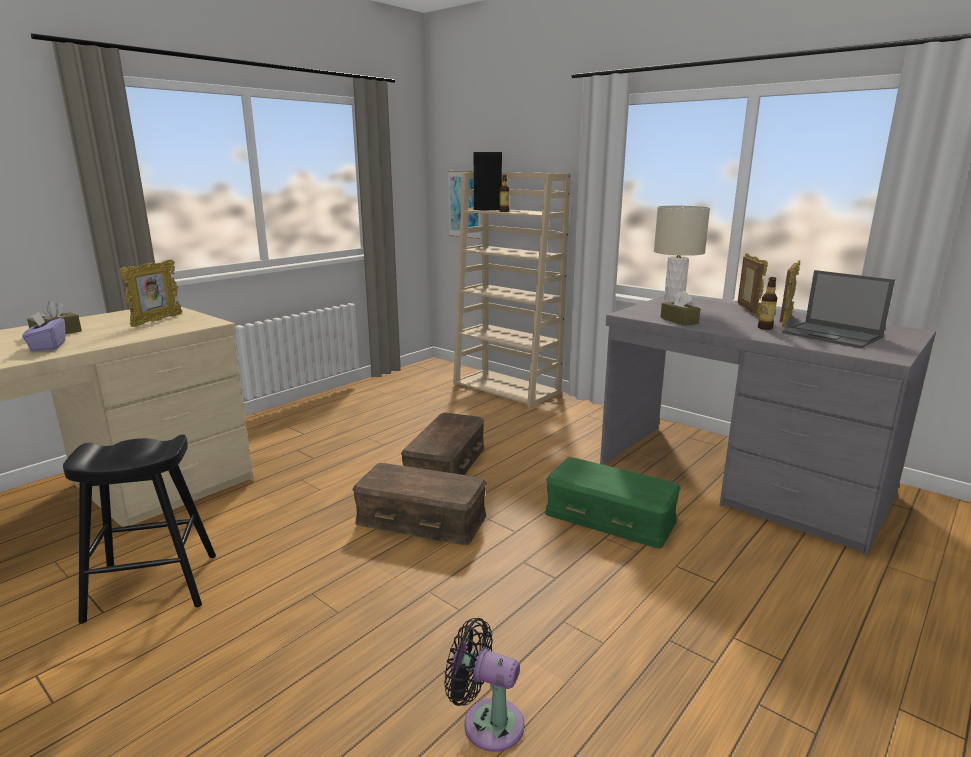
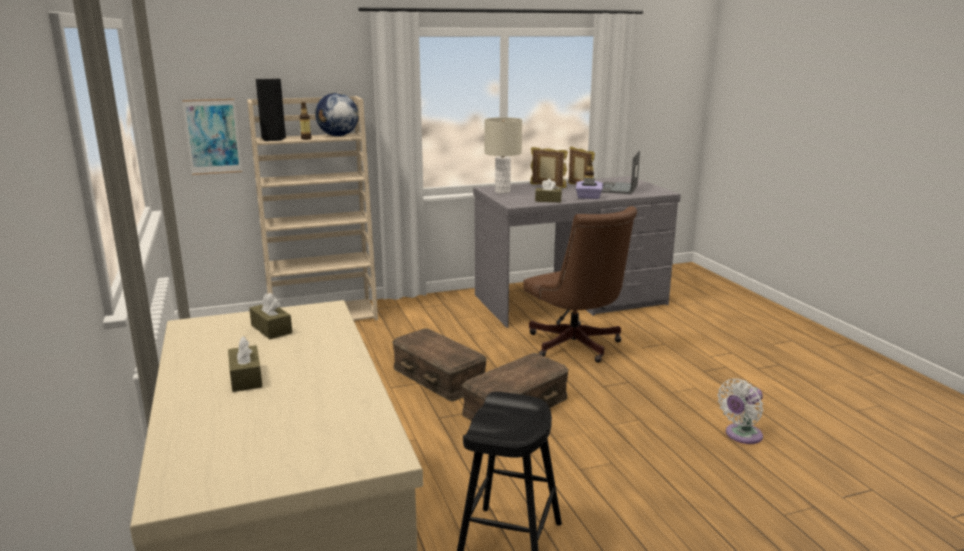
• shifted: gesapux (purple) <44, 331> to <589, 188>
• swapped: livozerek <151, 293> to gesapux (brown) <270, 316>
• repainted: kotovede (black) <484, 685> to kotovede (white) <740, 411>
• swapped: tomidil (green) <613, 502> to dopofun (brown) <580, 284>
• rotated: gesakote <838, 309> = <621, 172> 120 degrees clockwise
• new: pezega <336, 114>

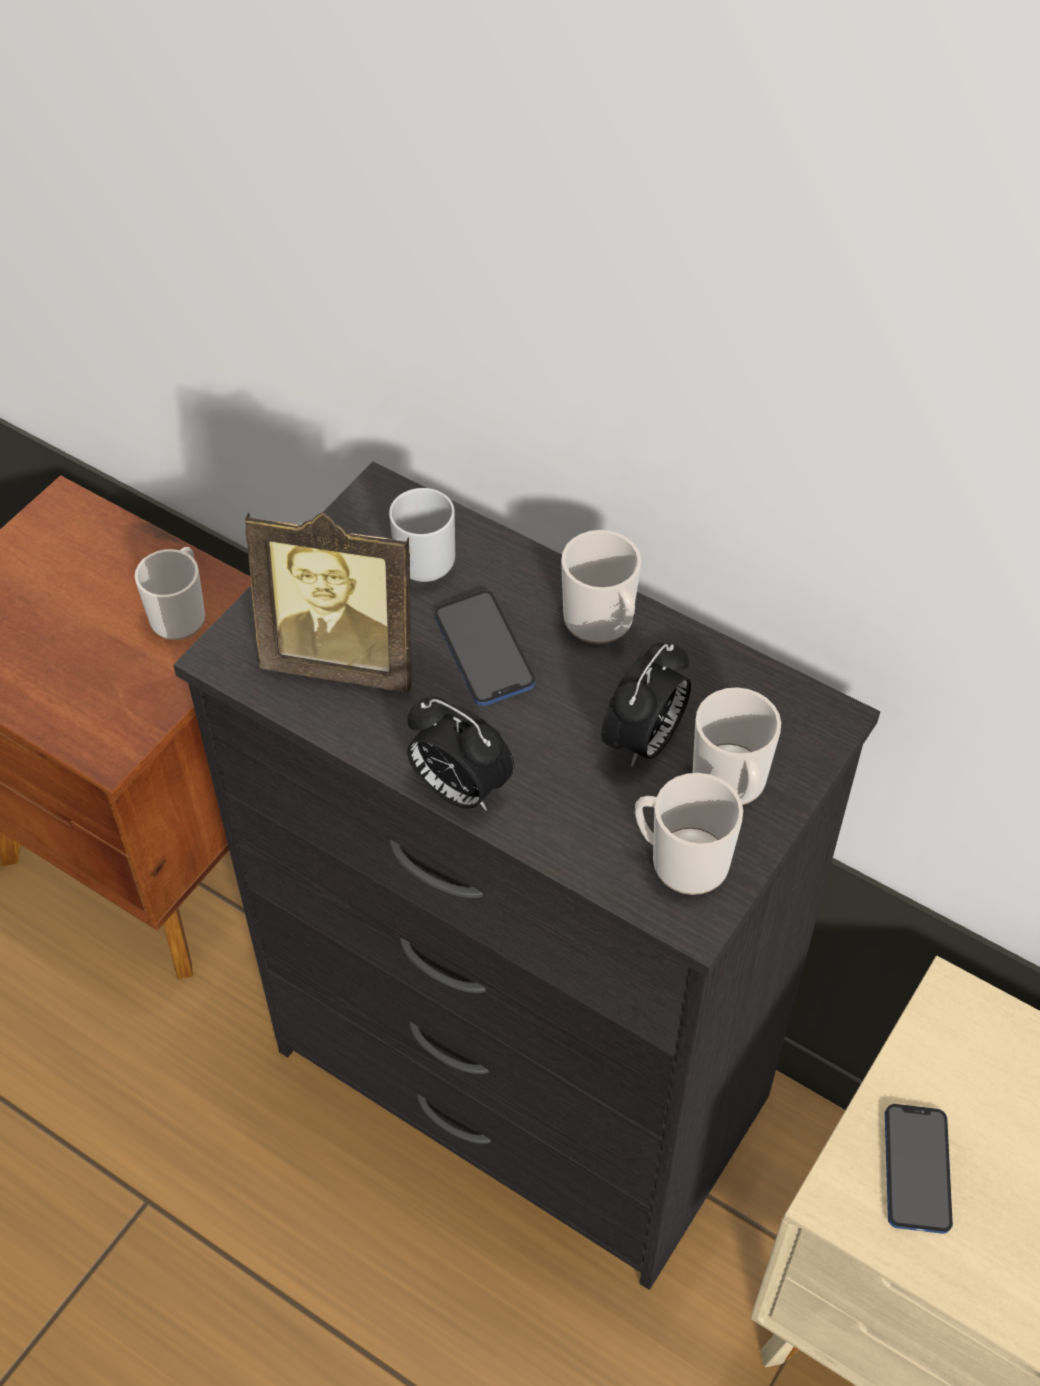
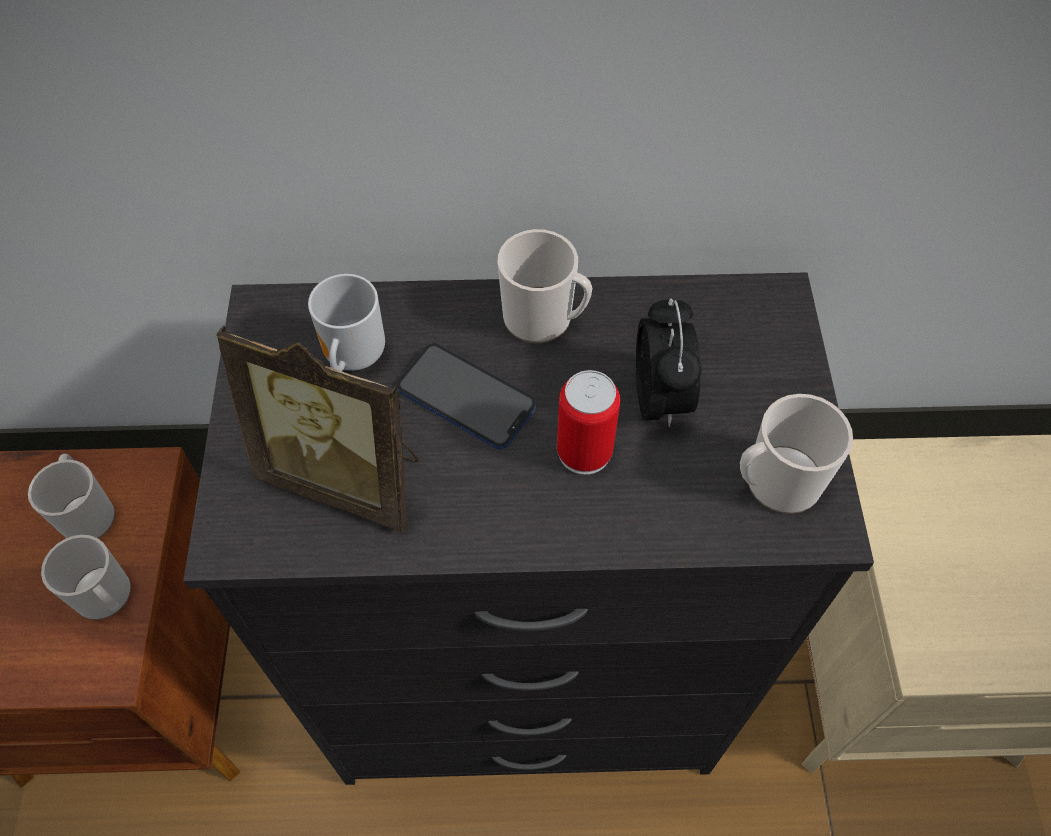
• rotated: livozerek <328, 602> = <317, 428> 45 degrees clockwise
• gone: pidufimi <461, 754>
• shifted: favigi <736, 746> to <86, 577>
• gone: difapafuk <919, 1169>
• new: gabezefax <588, 422>

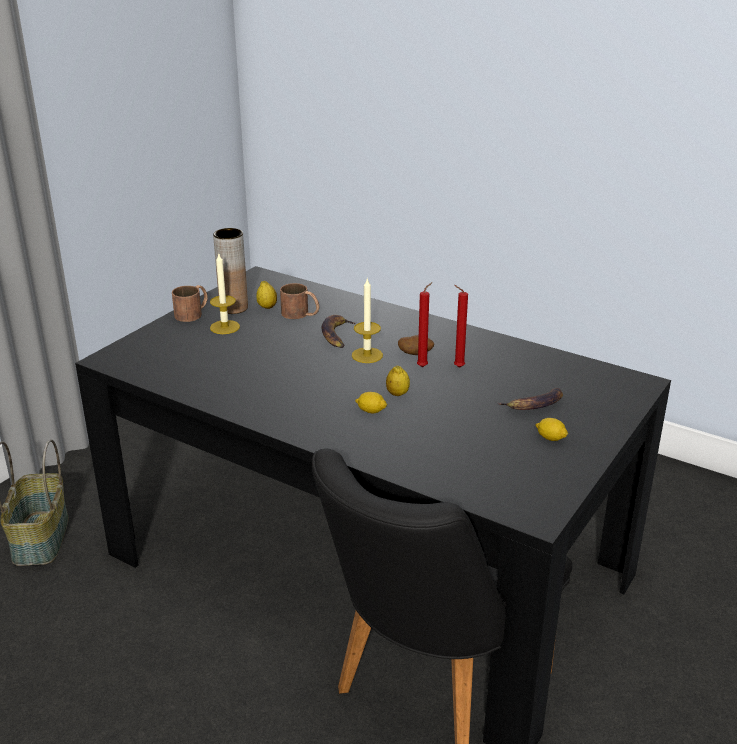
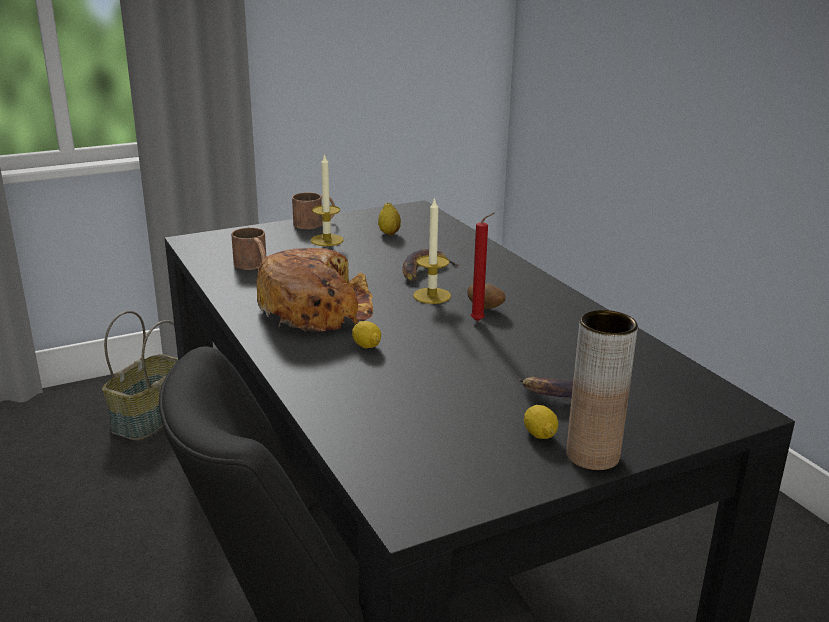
• shifted: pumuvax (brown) <230, 271> to <602, 390>
• shifted: favigi (brown) <299, 301> to <248, 249>
• gone: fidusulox <398, 381>
• gone: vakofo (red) <461, 326>
• new: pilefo <315, 290>

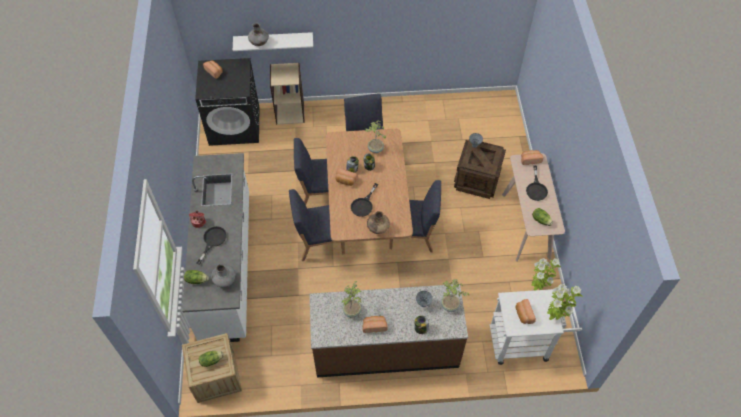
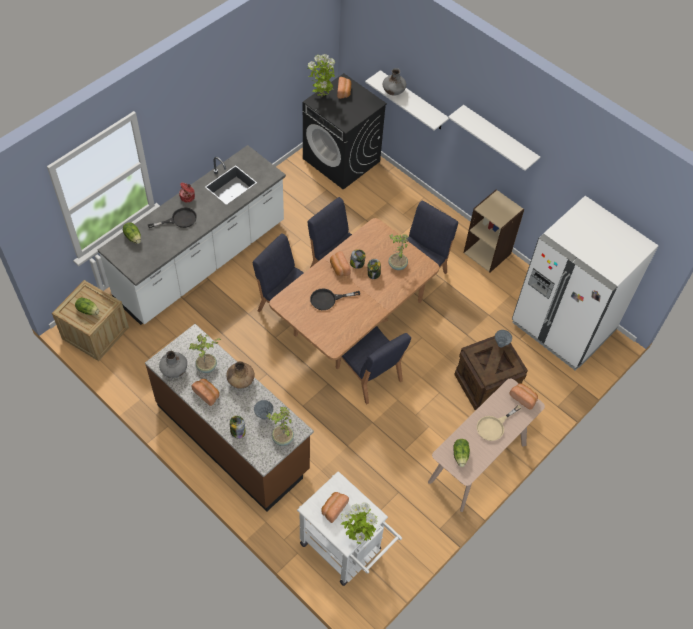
• shifted: pumuvax (grey) <223, 275> to <173, 364>
• shifted: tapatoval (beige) <287, 94> to <494, 230>
• shifted: pumuvax (brown) <378, 222> to <240, 375>
• repainted: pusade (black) <537, 183> to pusade (beige) <499, 423>
• shifted: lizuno <546, 274> to <321, 75>
• new: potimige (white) <494, 138>
• new: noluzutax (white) <585, 283>

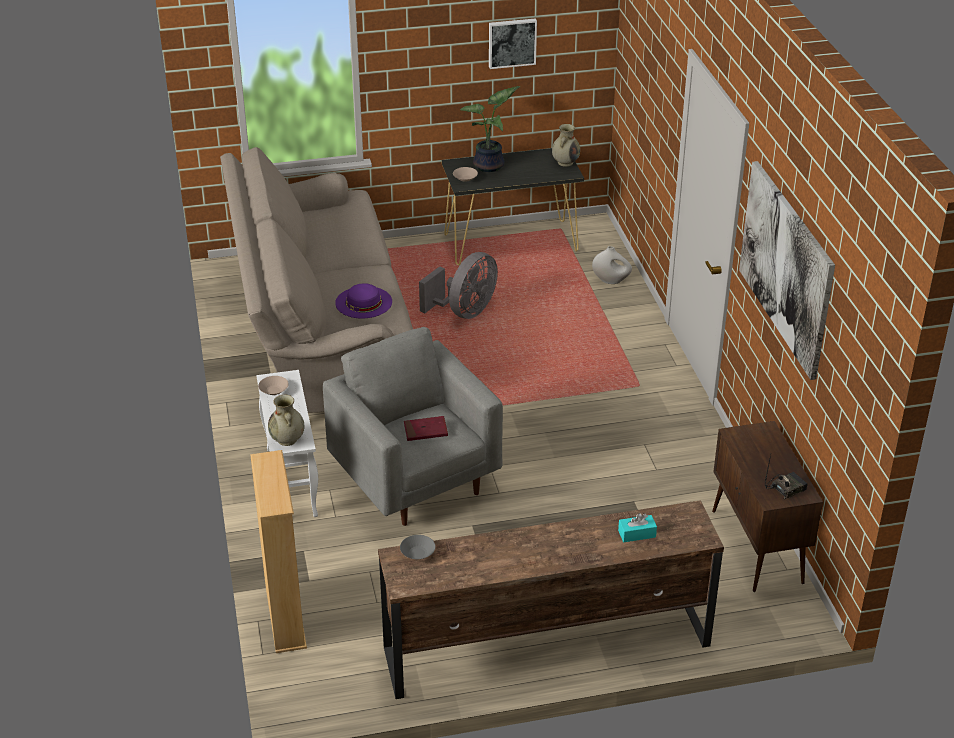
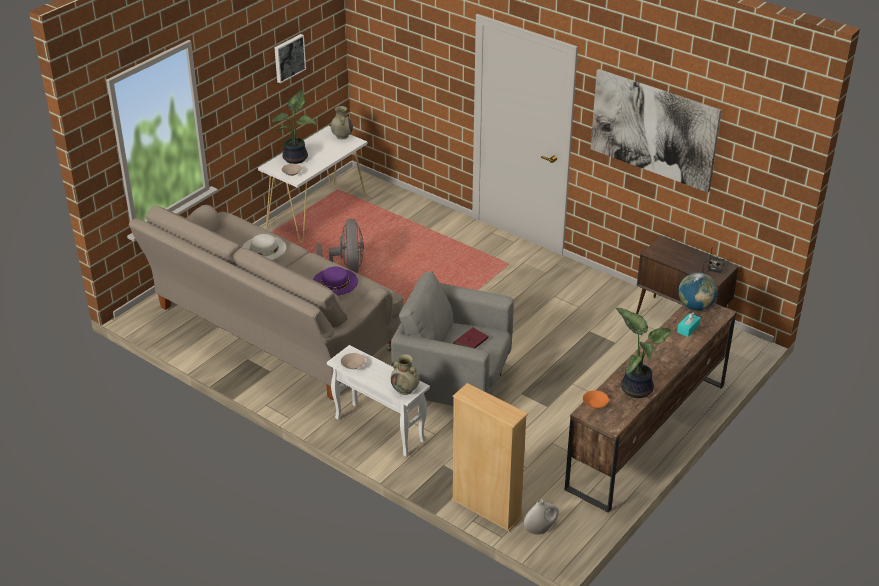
• repainted: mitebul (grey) <417, 547> to mitebul (orange) <596, 399>
• repainted: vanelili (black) <513, 207> to vanelili (white) <312, 184>
• shifted: pumuvax (white) <612, 265> to <541, 517>
• new: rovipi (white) <264, 247>
• new: lizuno <644, 353>
• new: pezega <698, 291>

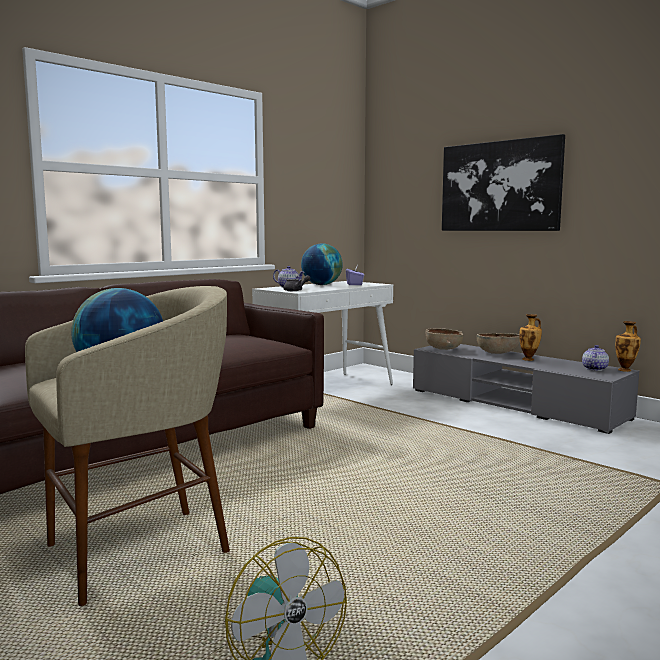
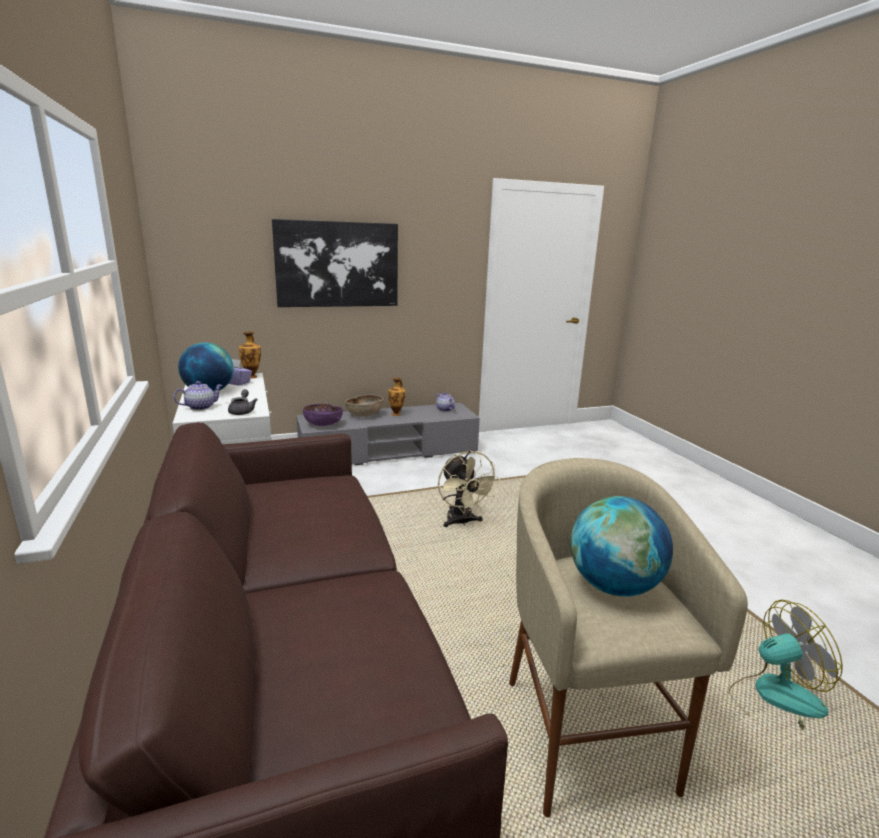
• repainted: mitebul (brown) <444, 339> to mitebul (purple) <323, 415>
• shifted: pumuvax <628, 346> to <250, 355>
• new: kotovede (beige) <469, 489>

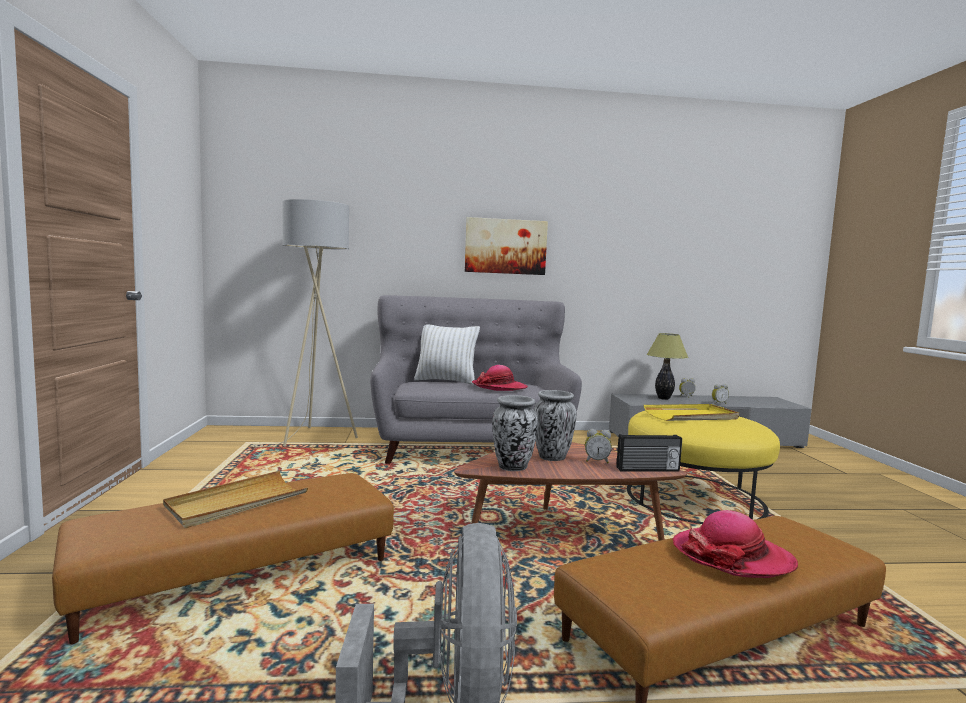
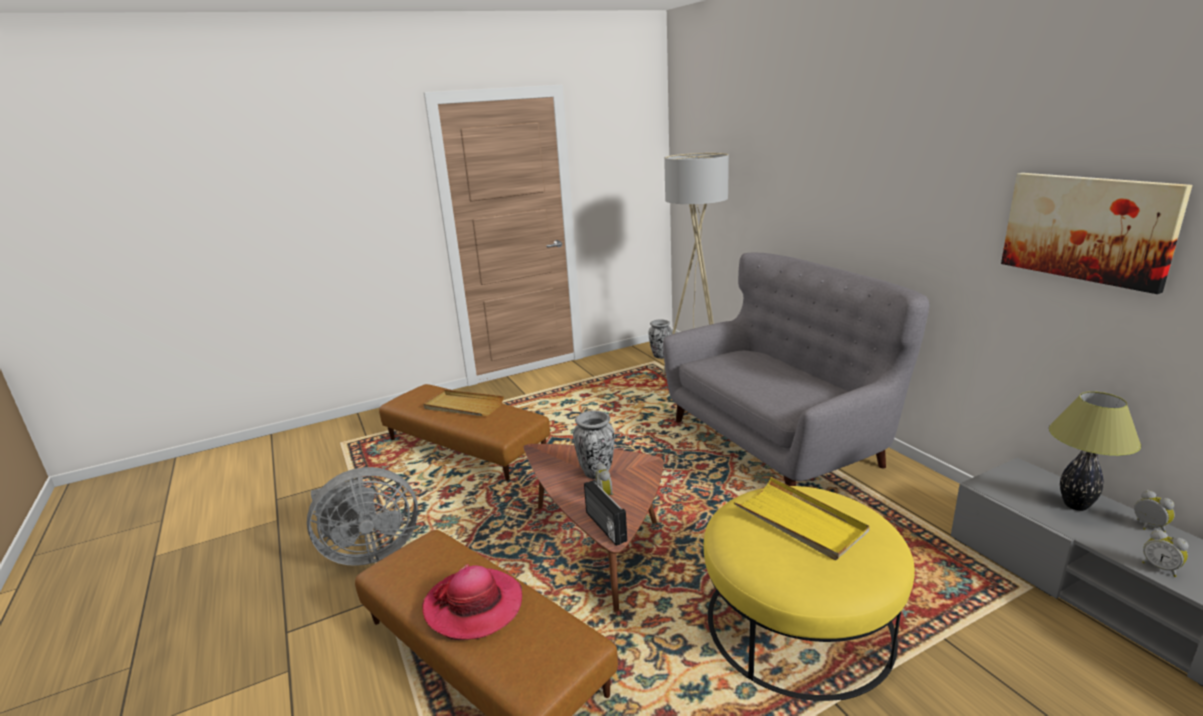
• gone: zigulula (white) <447, 354>
• shifted: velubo <506, 246> to <1096, 233>
• gone: rovipi <500, 378>
• shifted: pumuvax <515, 433> to <660, 339>

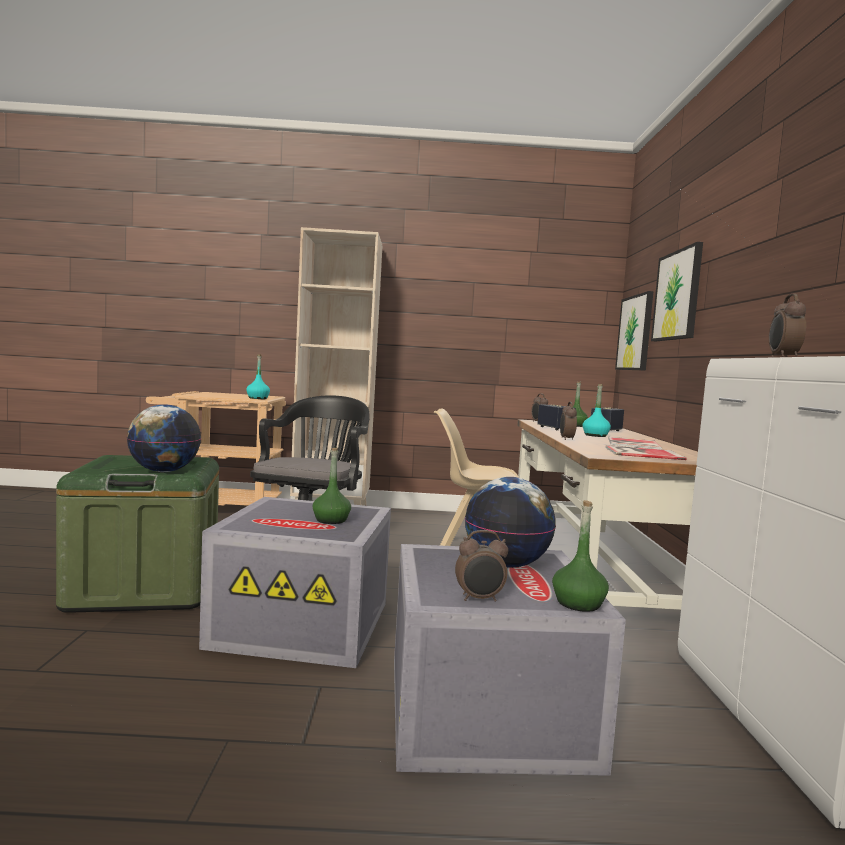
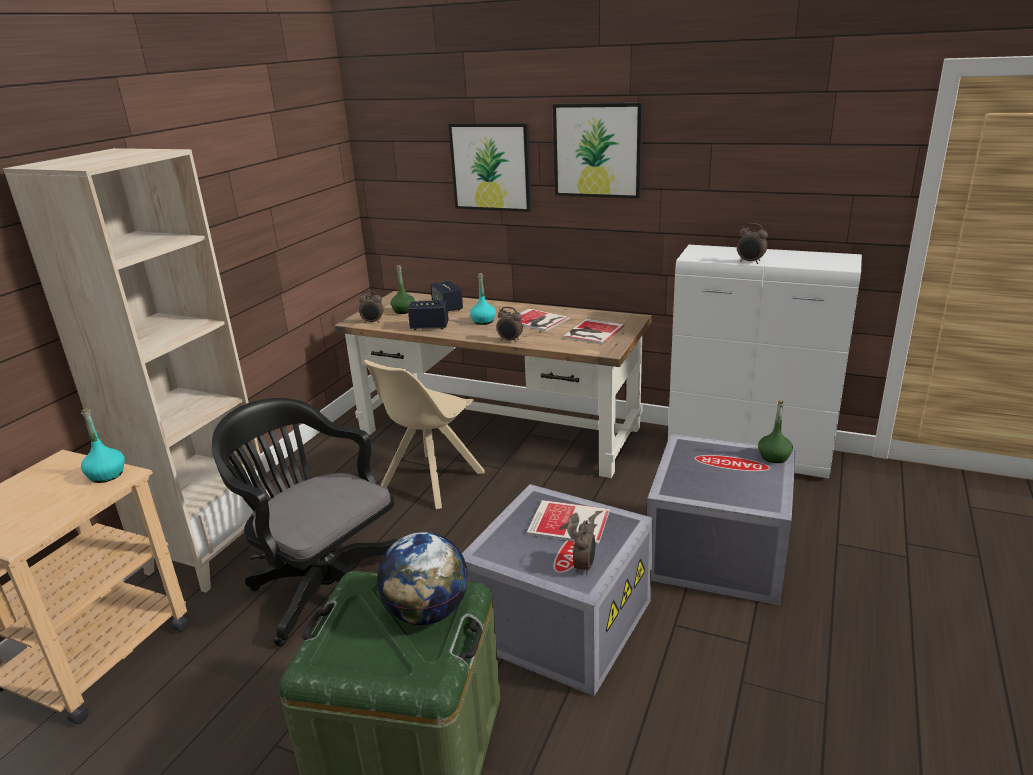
• swapped: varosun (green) <331, 486> to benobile <568, 522>
• shifted: pidufimi <481, 566> to <584, 547>
• gone: pezega <510, 522>
• shifted: velubo <634, 330> to <598, 150>

